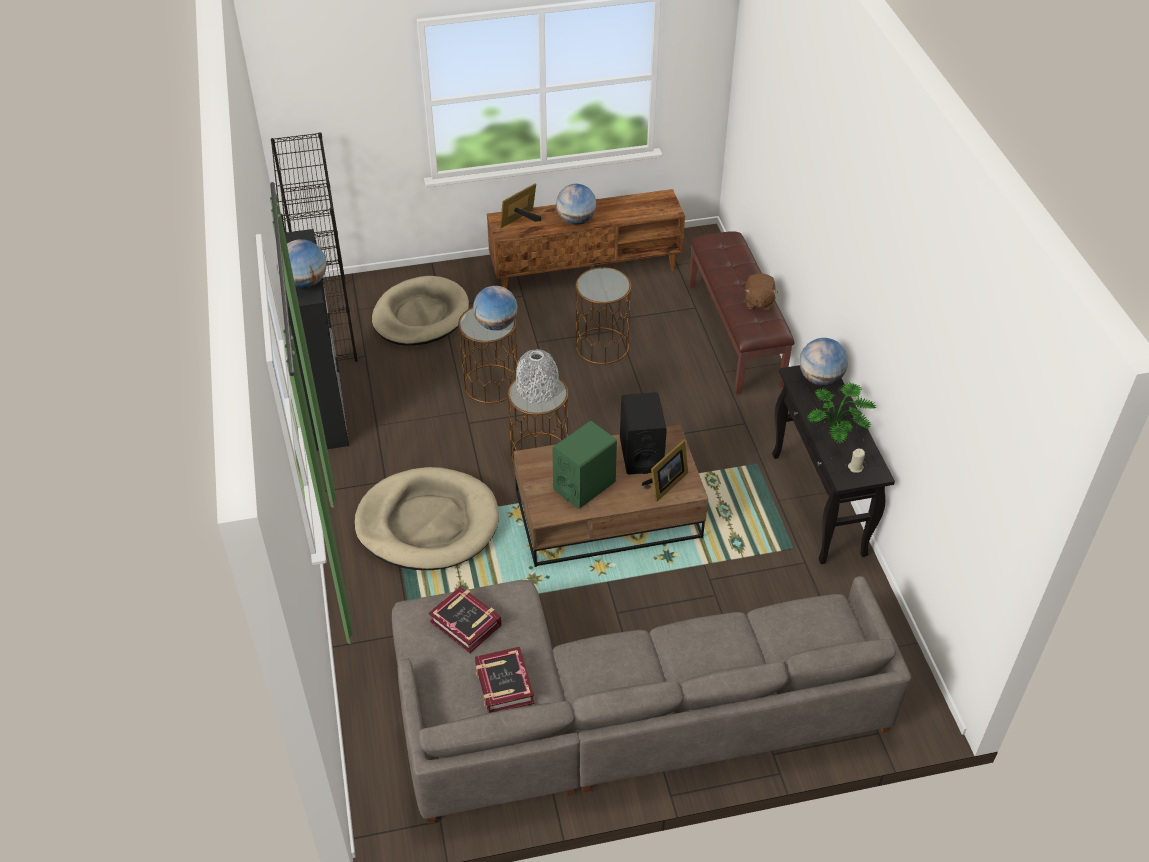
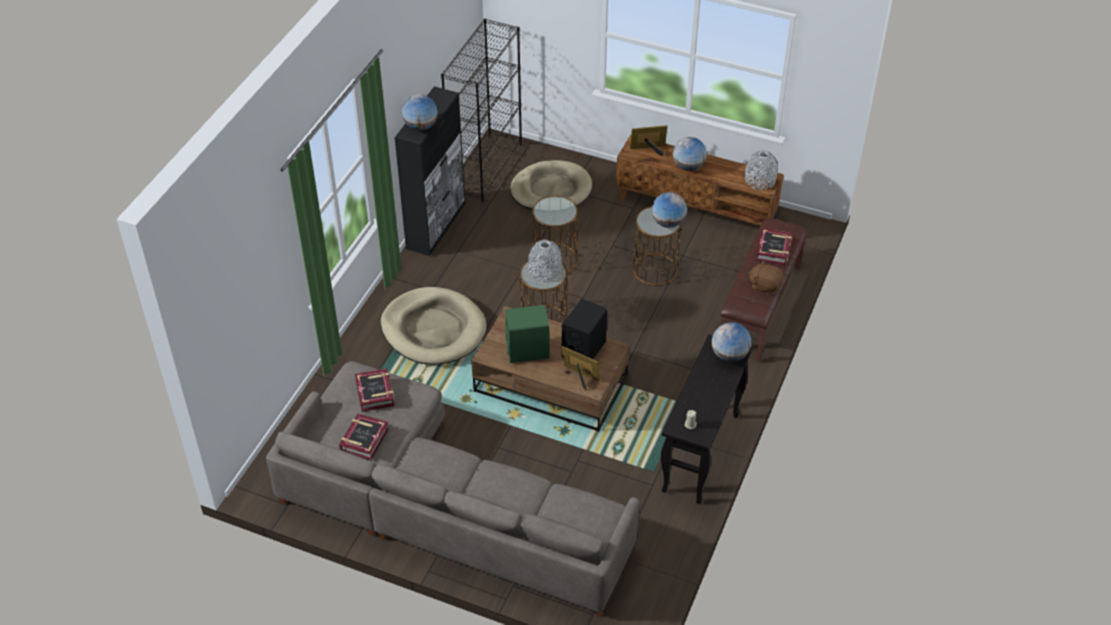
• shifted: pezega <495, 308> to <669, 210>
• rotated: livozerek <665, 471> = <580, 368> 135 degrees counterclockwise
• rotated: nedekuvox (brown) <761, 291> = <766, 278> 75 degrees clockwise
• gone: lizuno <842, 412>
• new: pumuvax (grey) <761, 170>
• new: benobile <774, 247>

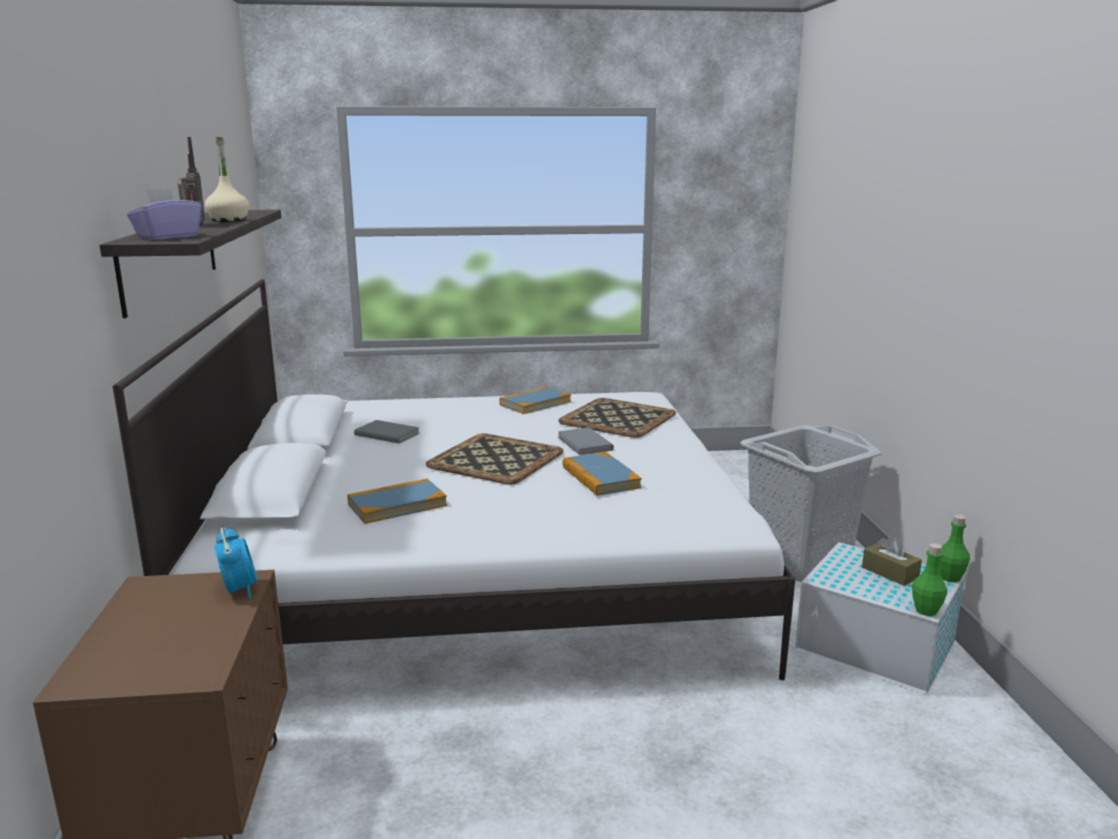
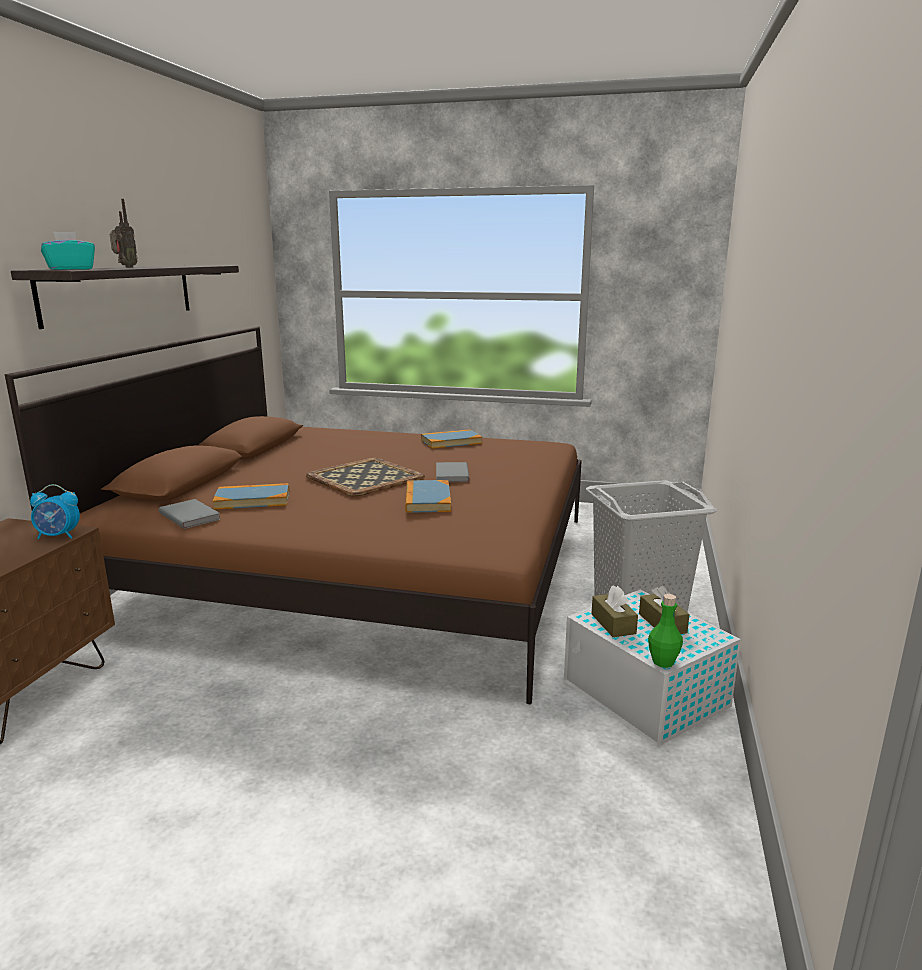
• repainted: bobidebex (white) <454, 479> to bobidebex (brown) <293, 515>
• repainted: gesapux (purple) <164, 213> to gesapux (turquoise) <68, 251>
• gone: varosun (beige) <227, 179>
• rotated: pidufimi <235, 563> = <55, 511> 90 degrees clockwise
• shifted: benobile (grey) <387, 432> to <190, 514>
• gone: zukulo <617, 418>
• gone: varosun (green) <954, 548>
• new: gesapux (brown) <614, 611>

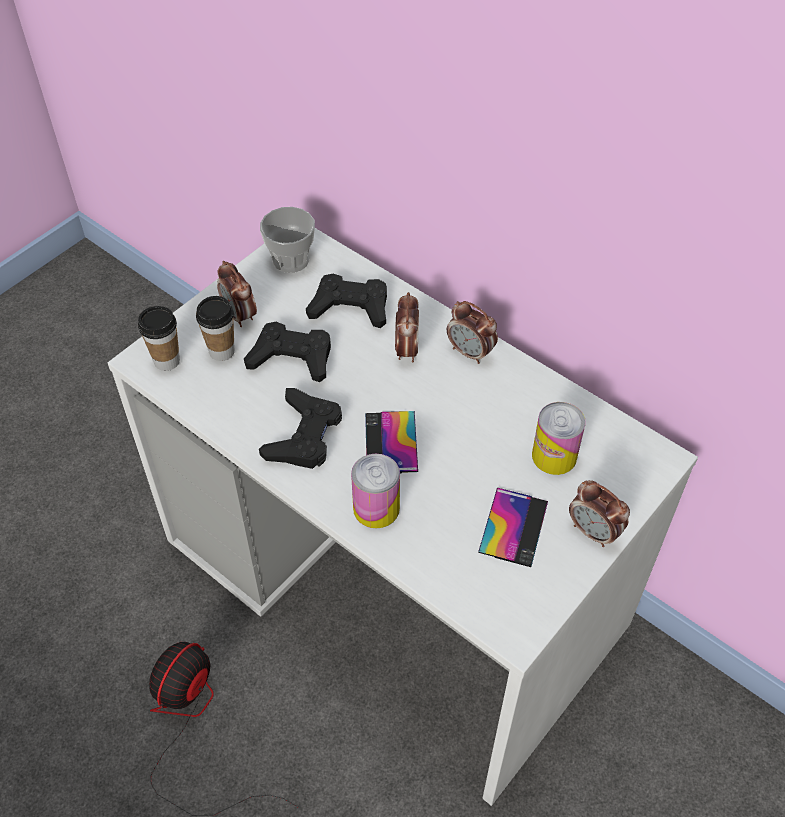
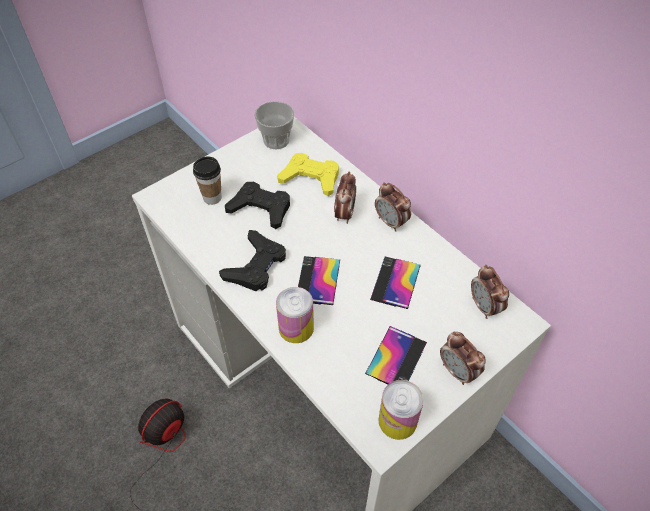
• gone: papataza <159, 338>
• shifted: pidufimi <237, 294> to <490, 292>
• repainted: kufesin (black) <346, 301> to kufesin (yellow) <308, 174>
• shifted: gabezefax <559, 438> to <401, 410>
• new: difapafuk <395, 283>

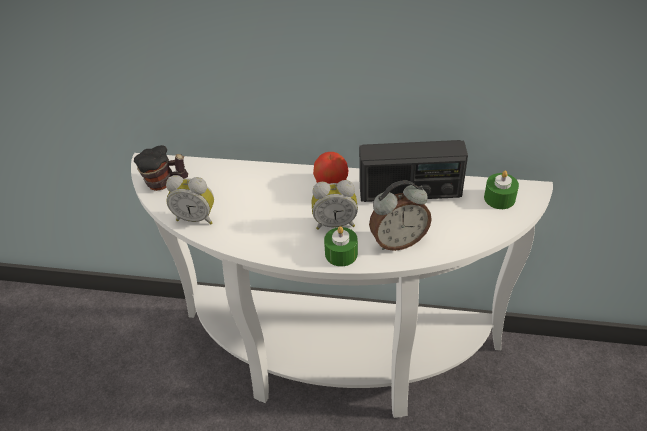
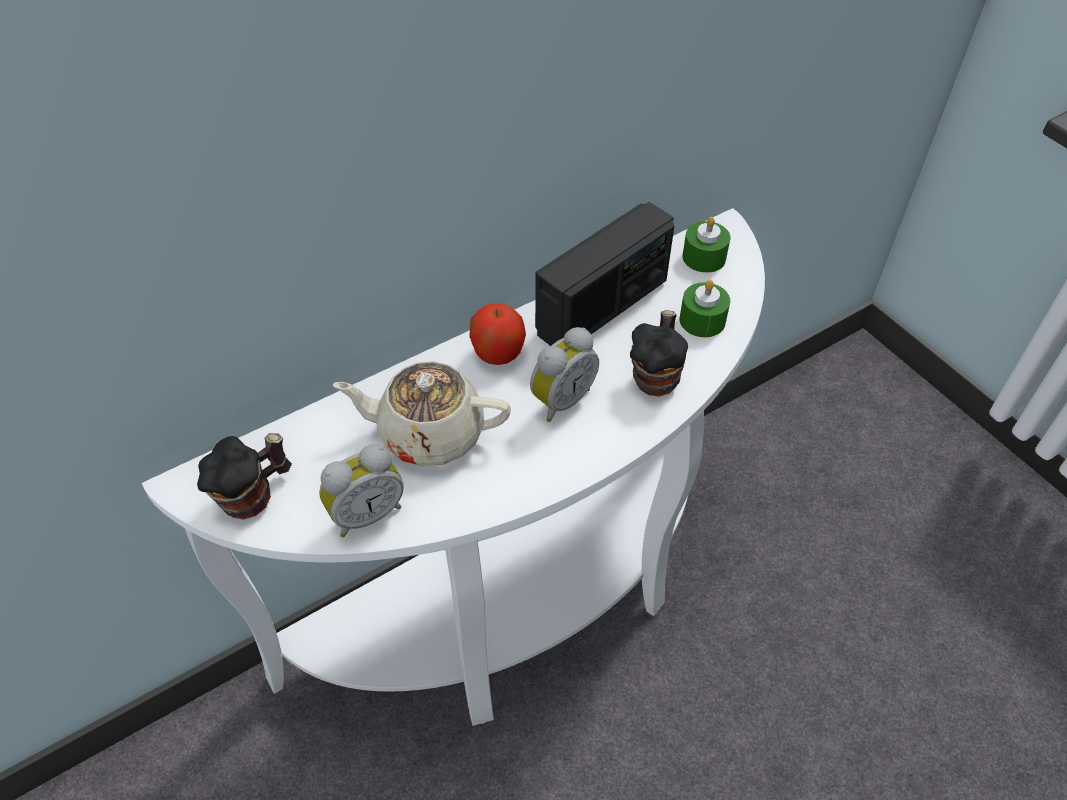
• shifted: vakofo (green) <341, 246> to <704, 308>
• swapped: pidufimi <400, 215> to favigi <659, 353>
• new: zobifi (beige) <421, 413>

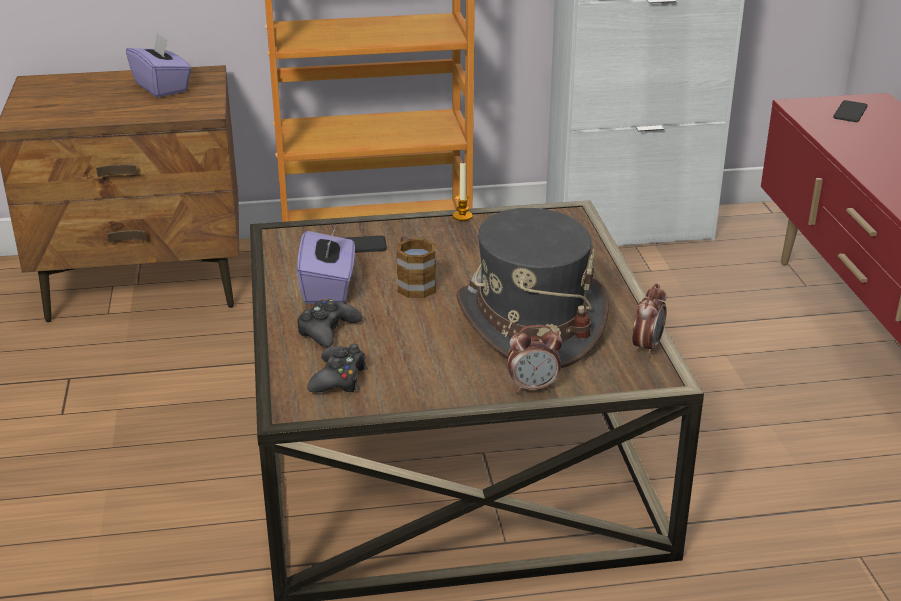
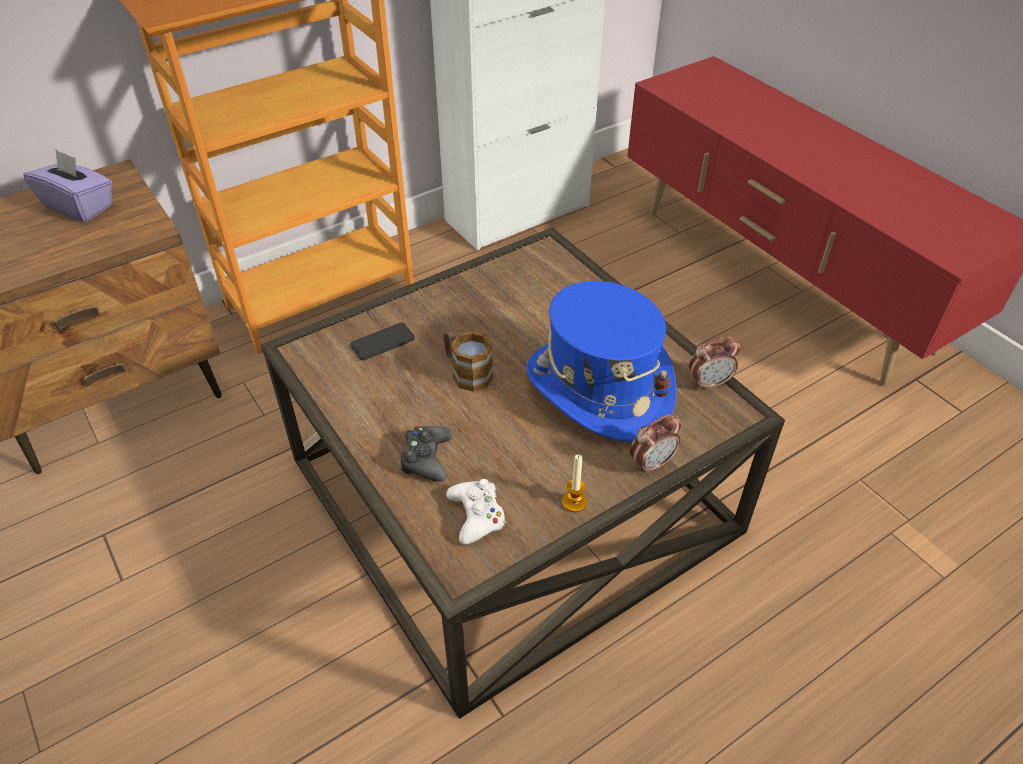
• gone: gesapux (purple) <326, 265>
• repainted: kufesin (black) <337, 368> to kufesin (white) <476, 512>
• shifted: vakofo <463, 192> to <574, 483>
• repainted: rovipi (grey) <532, 288> to rovipi (blue) <602, 361>
• rotated: pidufimi <649, 319> = <714, 363> 75 degrees clockwise
• gone: difapafuk <850, 111>

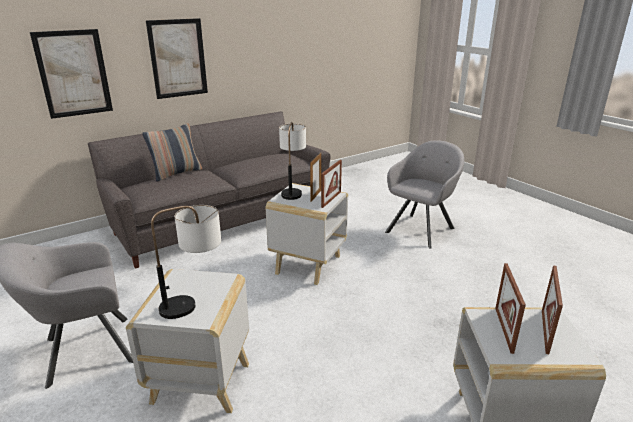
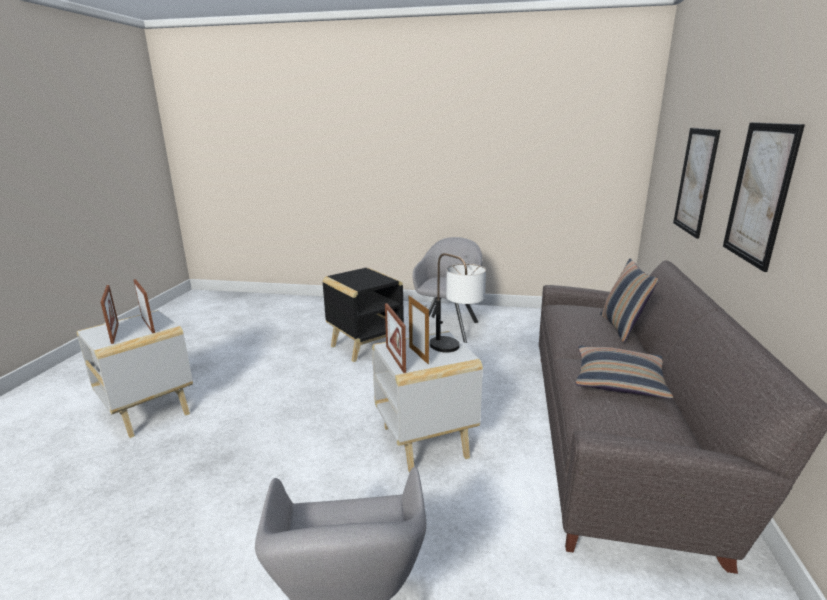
• repainted: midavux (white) <187, 341> to midavux (black) <363, 315>
• gone: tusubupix <186, 262>
• new: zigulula <624, 372>

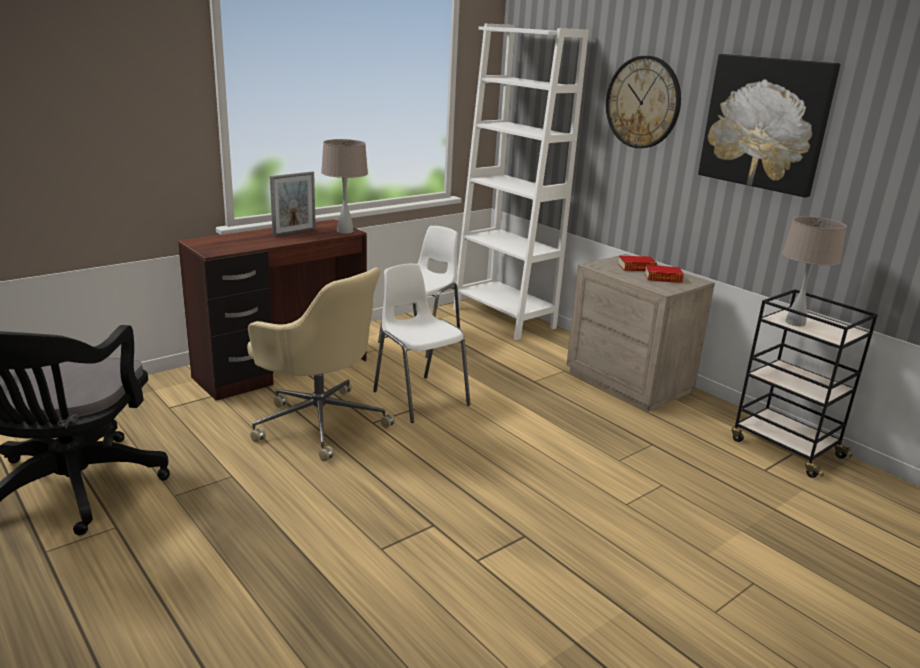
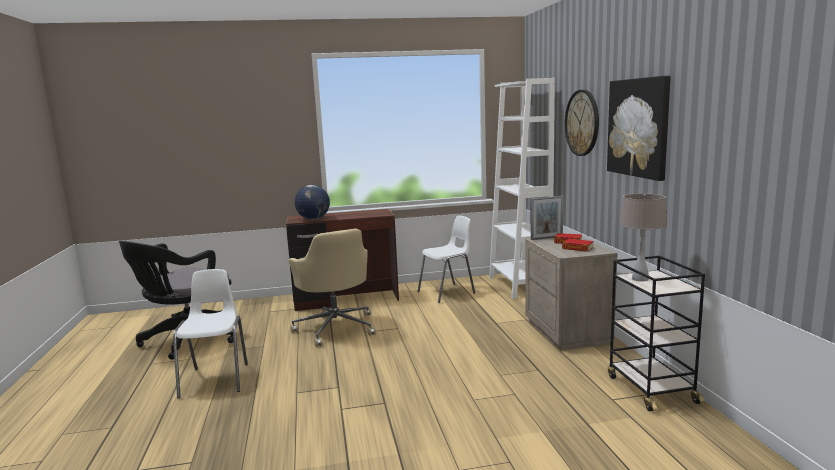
• shifted: livozerek <293, 203> to <547, 218>
• gone: tusubupix (beige) <344, 186>
• shifted: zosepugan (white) <422, 343> to <210, 333>
• new: pezega <312, 202>

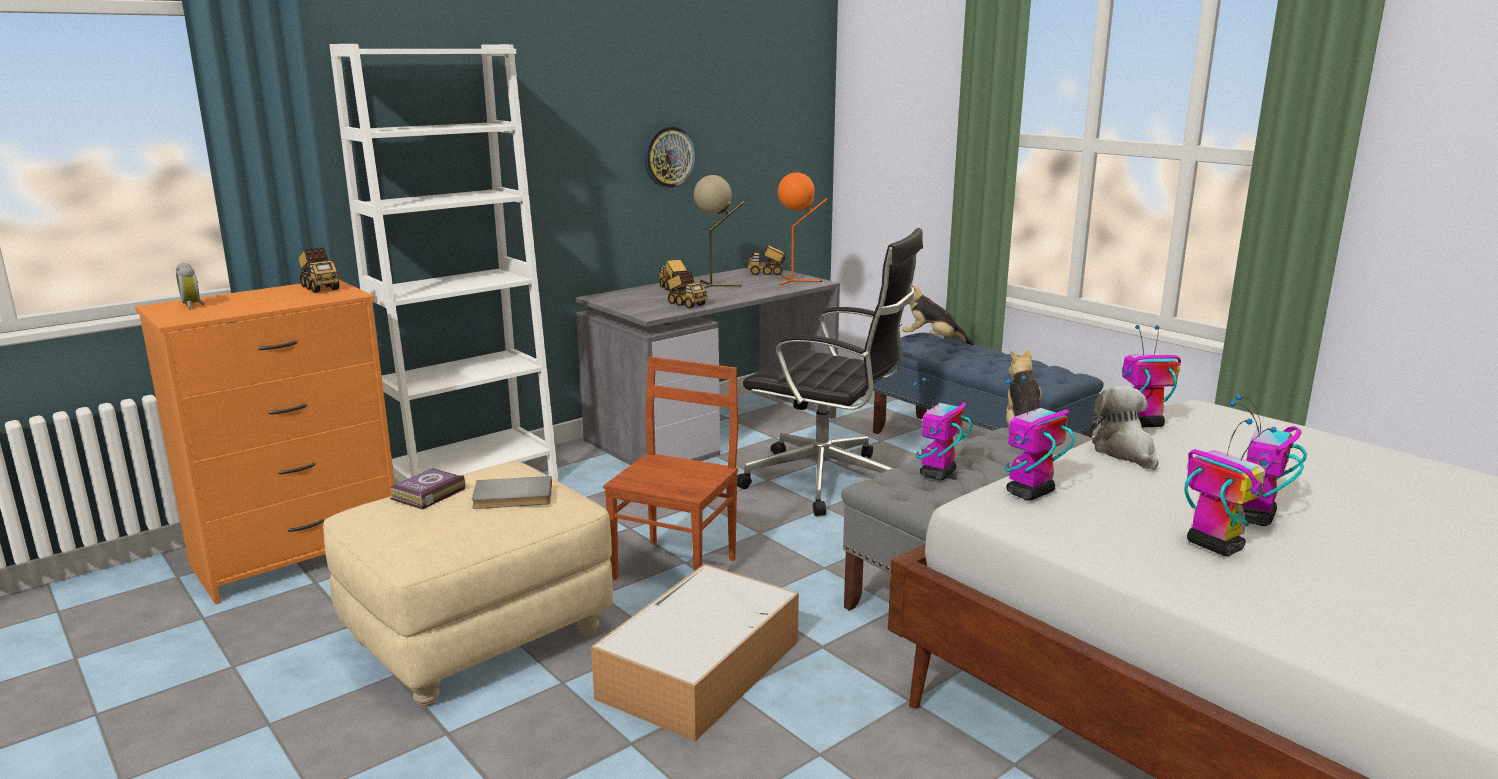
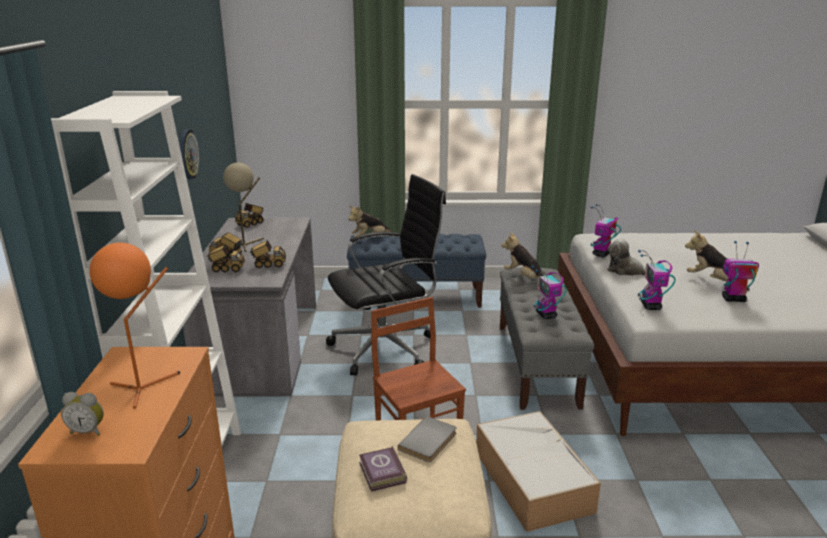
• shifted: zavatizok <318, 270> to <226, 258>
• shifted: tusubupix (orange) <803, 228> to <134, 326>
• swapped: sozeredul <1268, 460> to nedekuvox <717, 260>

